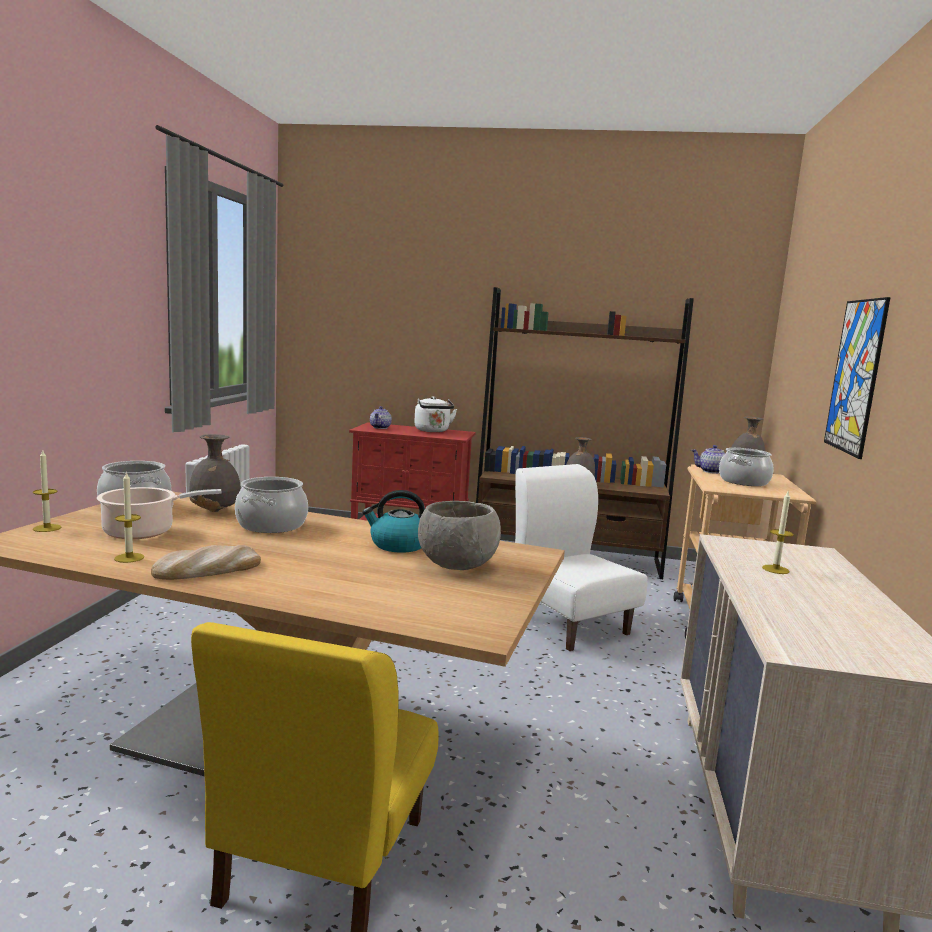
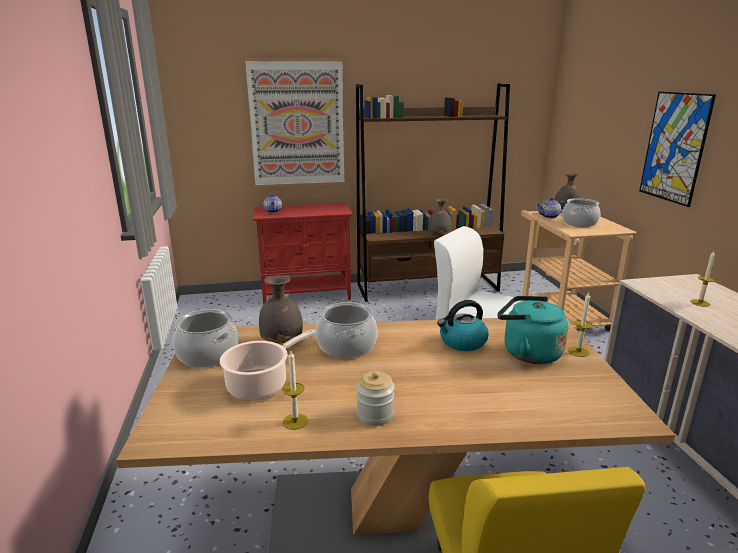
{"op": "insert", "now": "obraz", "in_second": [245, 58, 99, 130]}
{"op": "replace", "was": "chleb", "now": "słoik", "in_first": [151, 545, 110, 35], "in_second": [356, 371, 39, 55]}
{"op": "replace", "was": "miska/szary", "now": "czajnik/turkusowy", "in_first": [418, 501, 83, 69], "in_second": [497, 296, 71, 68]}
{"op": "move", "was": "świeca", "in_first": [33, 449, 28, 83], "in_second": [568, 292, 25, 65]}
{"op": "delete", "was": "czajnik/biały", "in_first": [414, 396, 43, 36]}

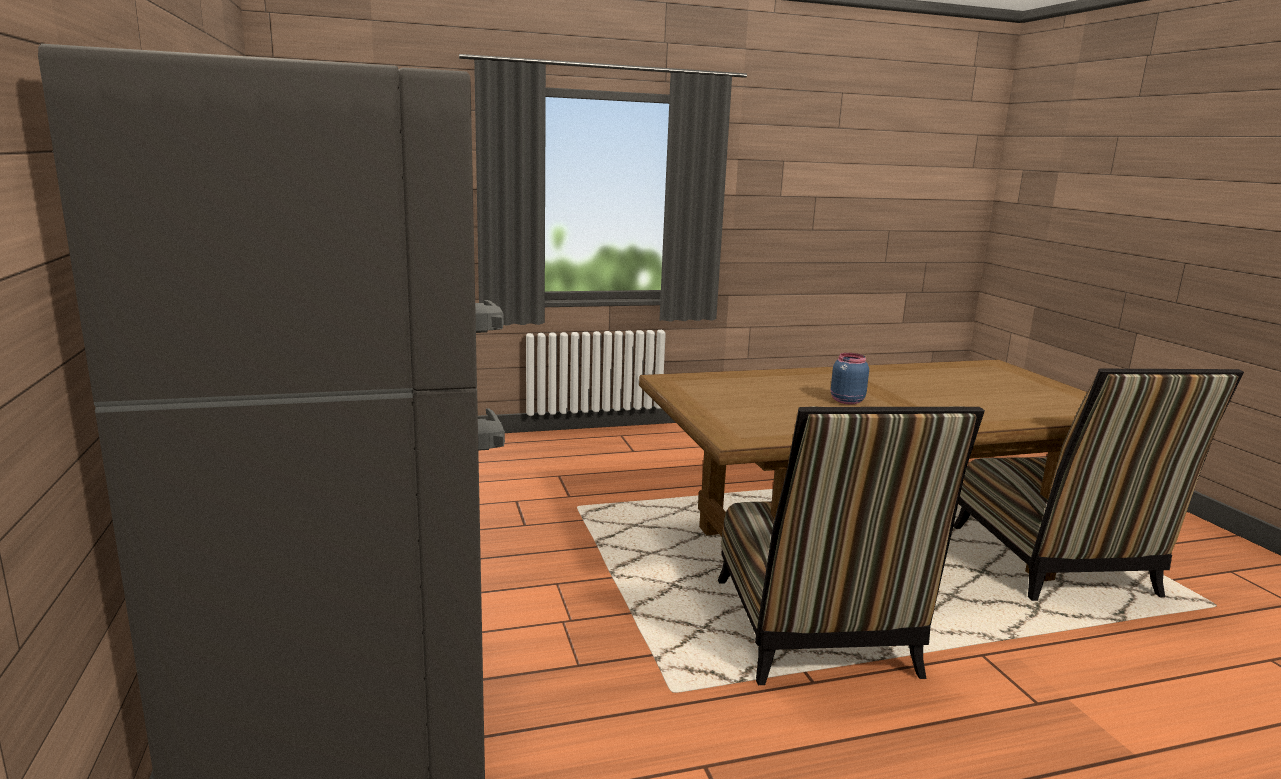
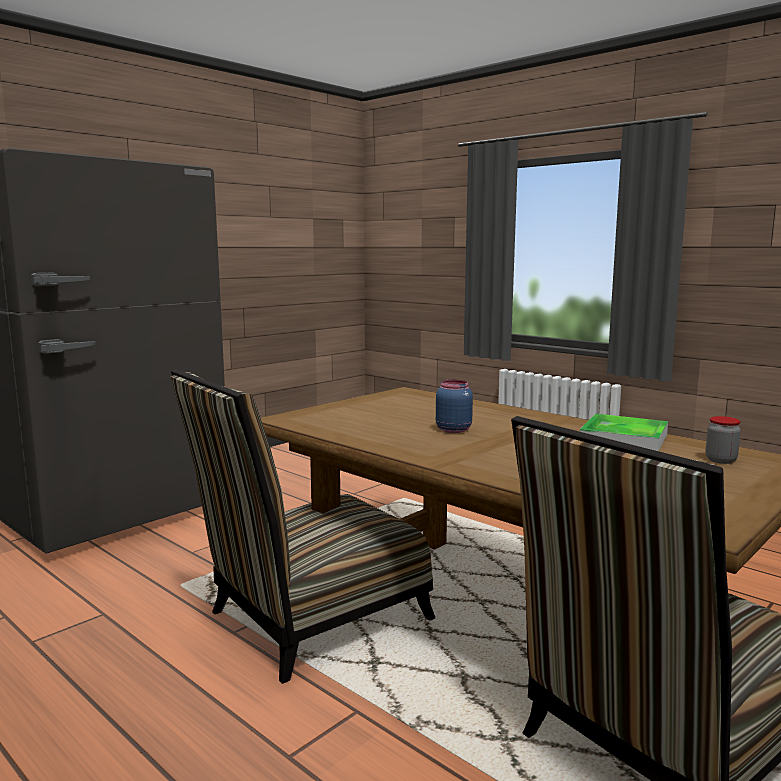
{"op": "insert", "now": "taca", "in_second": [580, 414, 88, 37]}
{"op": "insert", "now": "słoik", "in_second": [706, 416, 35, 48]}

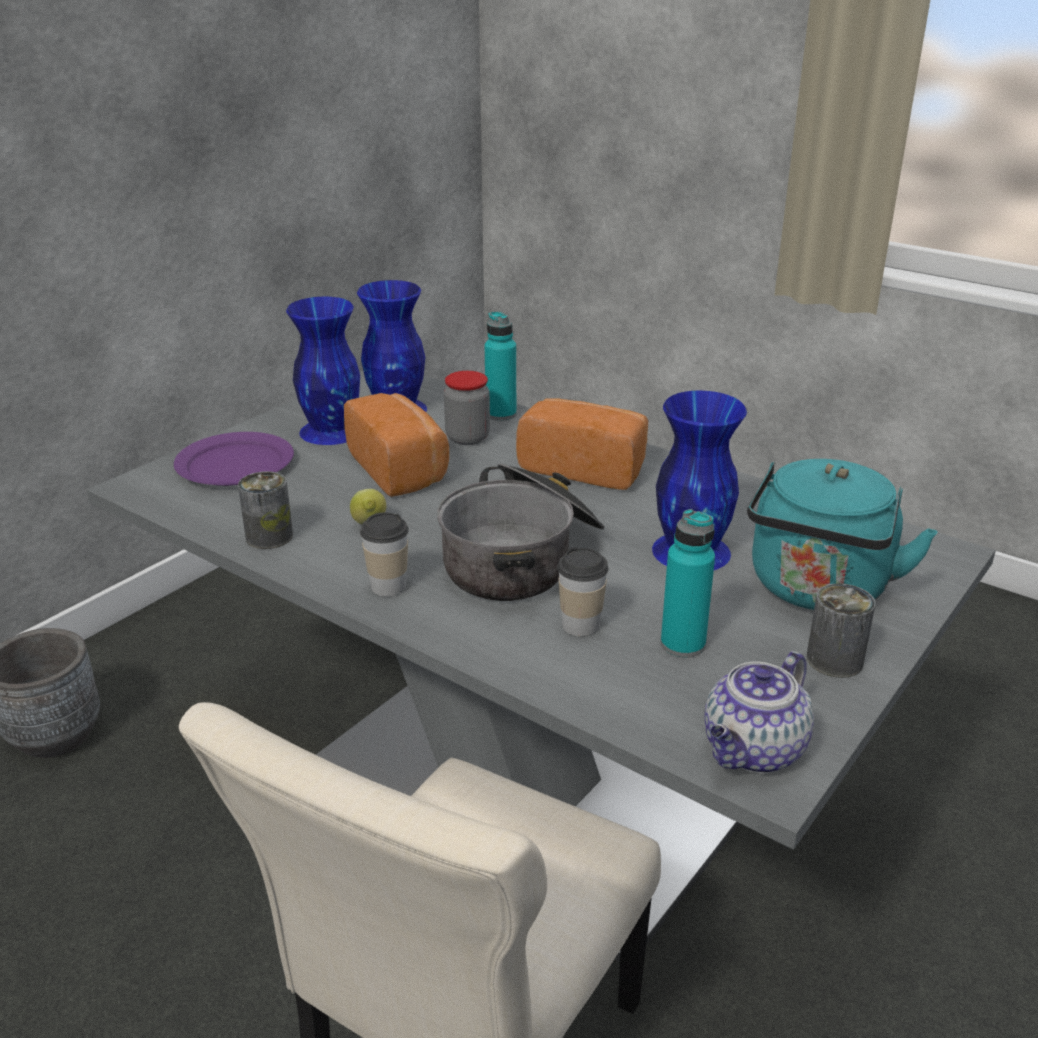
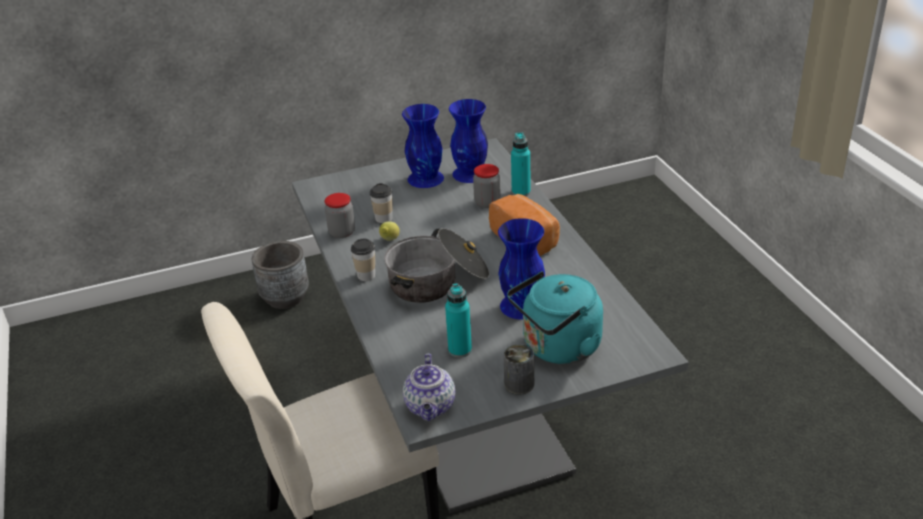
{"op": "replace", "was": "puszka", "now": "słoik", "in_first": [238, 471, 55, 78], "in_second": [325, 193, 30, 45]}
{"op": "move", "was": "filiżanka", "in_first": [557, 547, 52, 89], "in_second": [370, 183, 23, 40]}
{"op": "rotate", "was": "imbryk", "in_first": [704, 651, 110, 122], "in_second": [403, 353, 52, 68], "clockwise": -75}
{"op": "delete", "was": "talerz/fioletowy", "in_first": [174, 432, 120, 54]}
{"op": "delete", "was": "chleb", "in_first": [344, 393, 105, 104]}

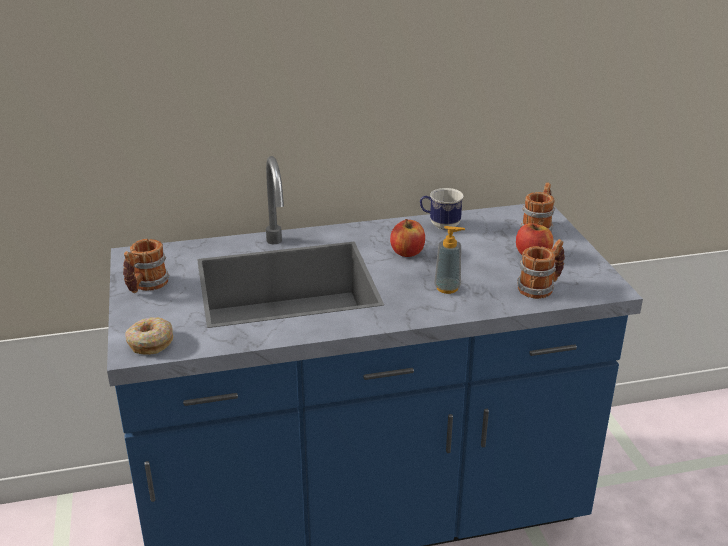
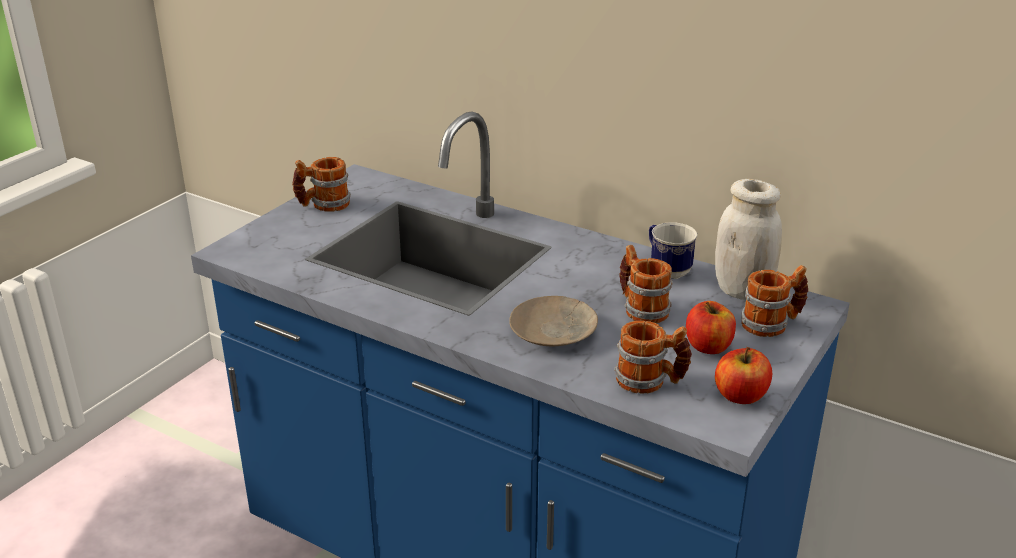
{"op": "replace", "was": "dozownik mydła", "now": "talerz/beżowy", "in_first": [434, 226, 31, 68], "in_second": [509, 296, 89, 51]}
{"op": "insert", "now": "kubek", "in_second": [619, 245, 54, 79]}
{"op": "insert", "now": "słoik/biały", "in_second": [715, 179, 67, 121]}
{"op": "move", "was": "jabłko", "in_first": [390, 219, 35, 38], "in_second": [715, 347, 57, 57]}
{"op": "delete", "was": "donut", "in_first": [125, 317, 48, 38]}

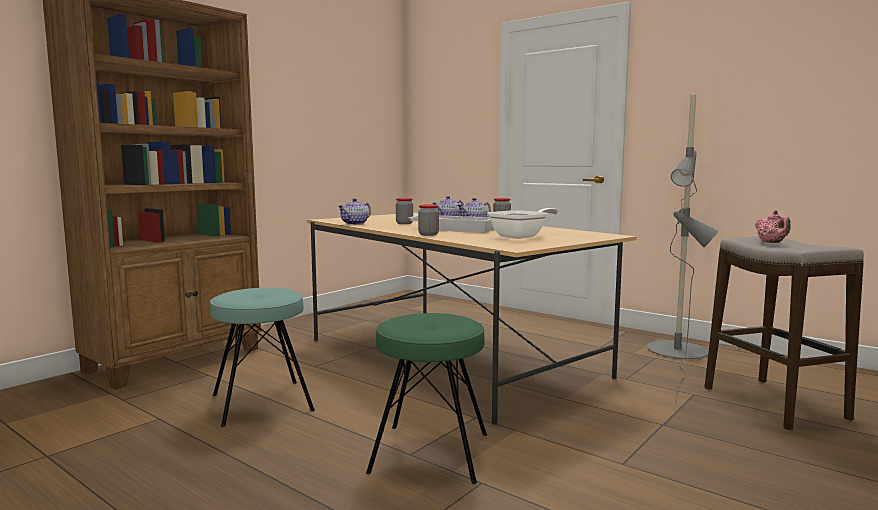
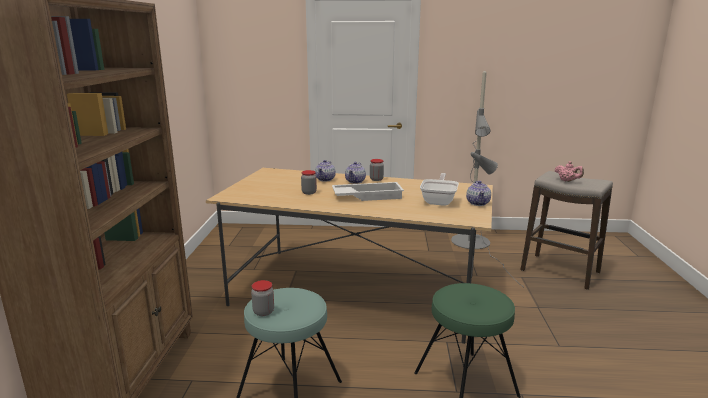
{"op": "move", "was": "słoik", "in_first": [418, 204, 21, 32], "in_second": [251, 280, 23, 36]}
{"op": "move", "was": "imbryk", "in_first": [338, 198, 33, 27], "in_second": [466, 181, 25, 25]}

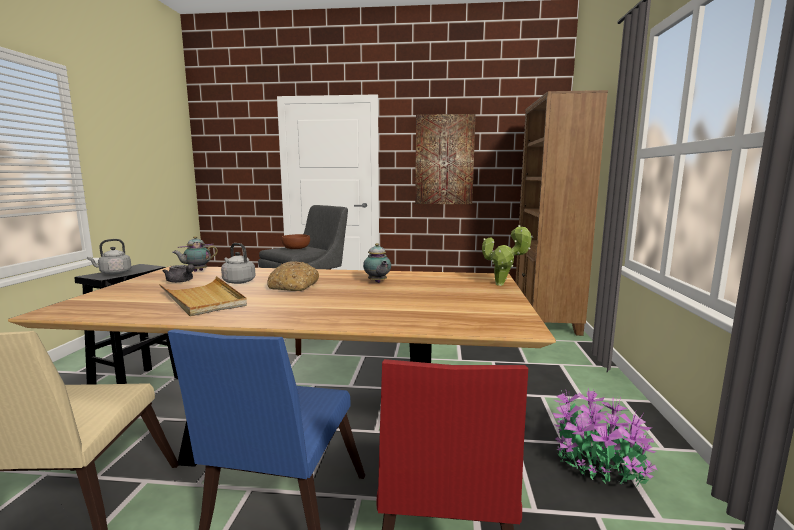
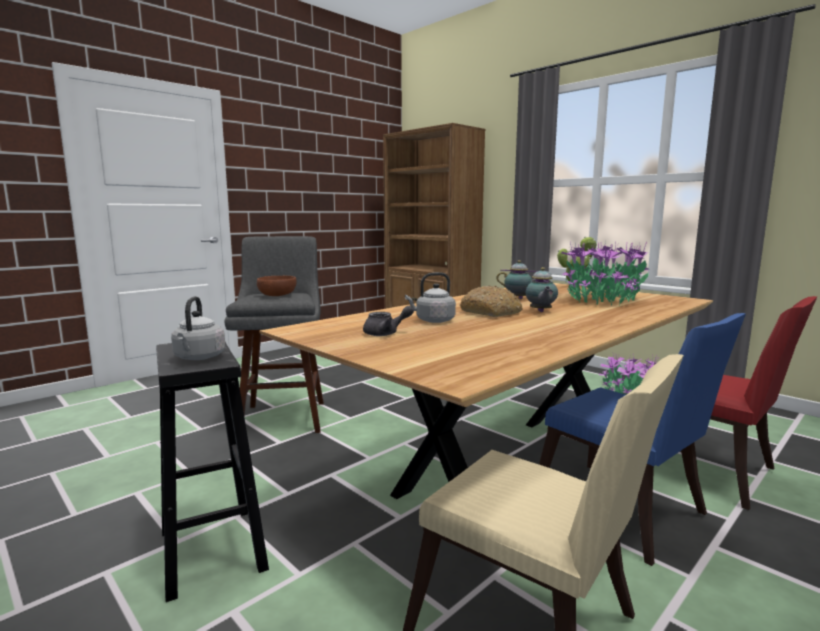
{"op": "move", "was": "imbryk", "in_first": [172, 236, 46, 36], "in_second": [526, 267, 32, 45]}
{"op": "insert", "now": "roślina doniczkowa", "in_second": [561, 241, 91, 64]}
{"op": "delete", "was": "taca/beżowy", "in_first": [159, 276, 88, 40]}
{"op": "delete", "was": "obraz", "in_first": [415, 114, 61, 90]}

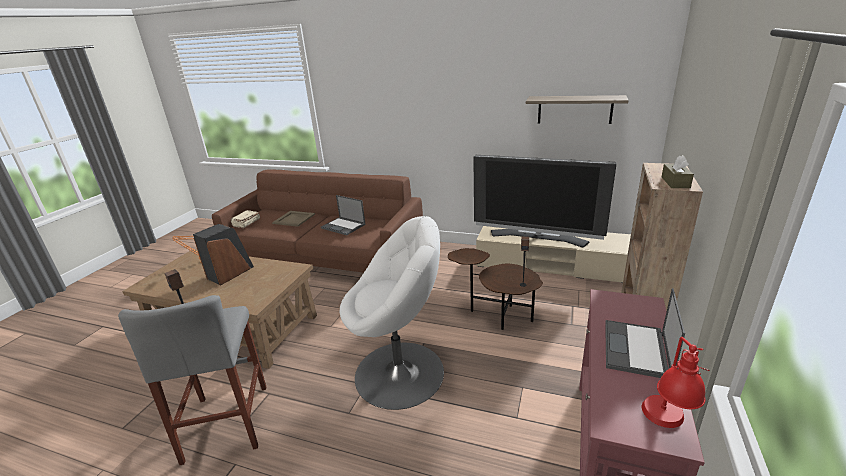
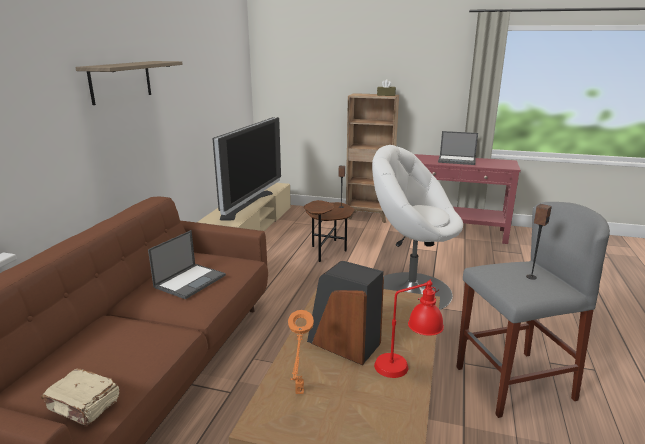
{"op": "move", "was": "półka", "in_first": [526, 95, 103, 29], "in_second": [75, 61, 108, 44]}
{"op": "rotate", "was": "fotel/biały", "in_first": [340, 216, 104, 194], "in_second": [372, 145, 91, 165], "clockwise": -60}
{"op": "move", "was": "lampa stołowa/czerwony", "in_first": [642, 337, 68, 91], "in_second": [374, 279, 70, 99]}
{"op": "delete", "was": "taca/beżowy", "in_first": [272, 211, 43, 16]}

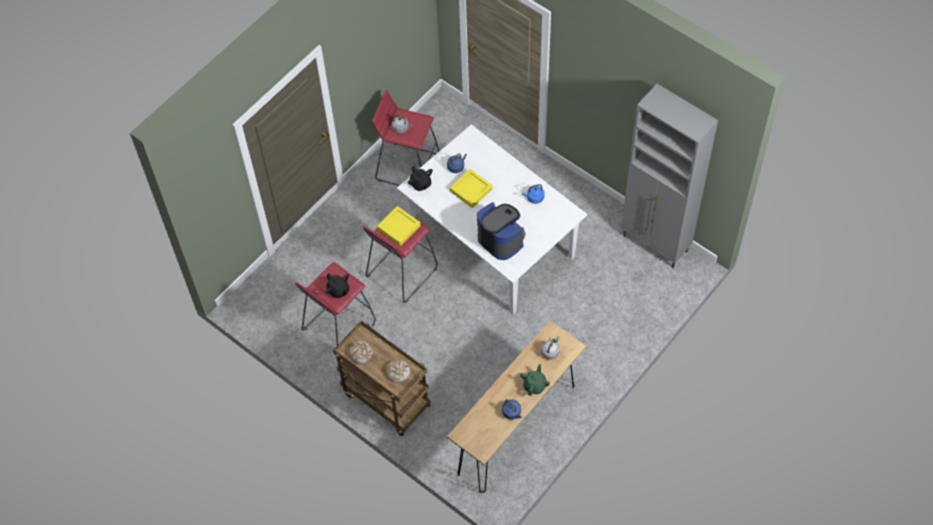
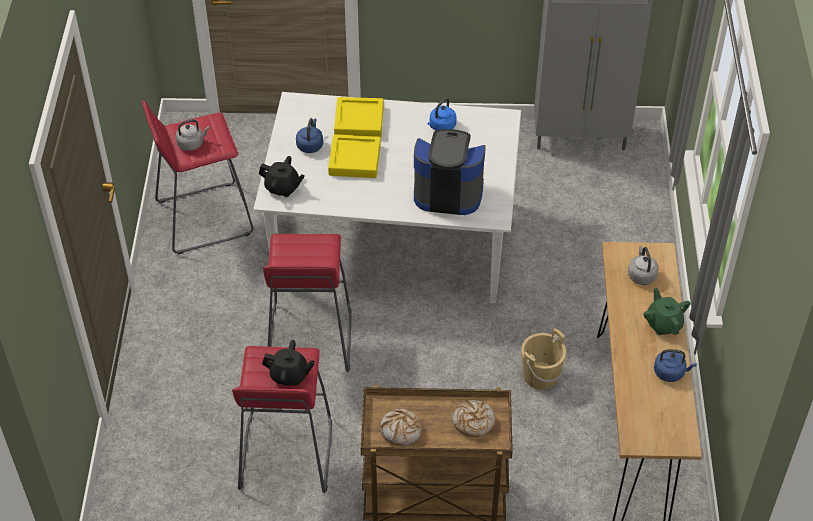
{"op": "move", "was": "taca/żółty", "in_first": [377, 206, 43, 40], "in_second": [334, 97, 50, 41]}
{"op": "insert", "now": "wiadro/beżowy", "in_second": [521, 328, 45, 62]}

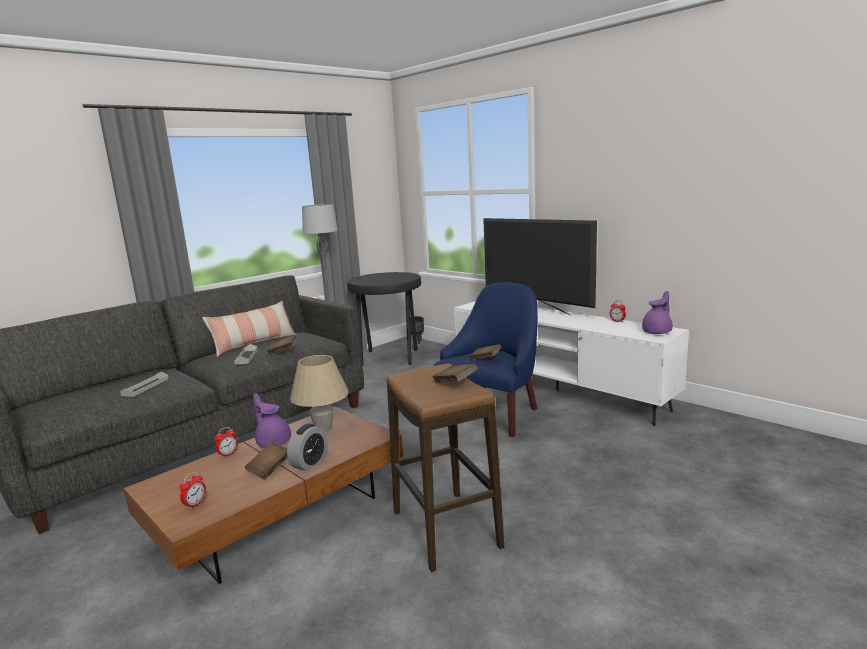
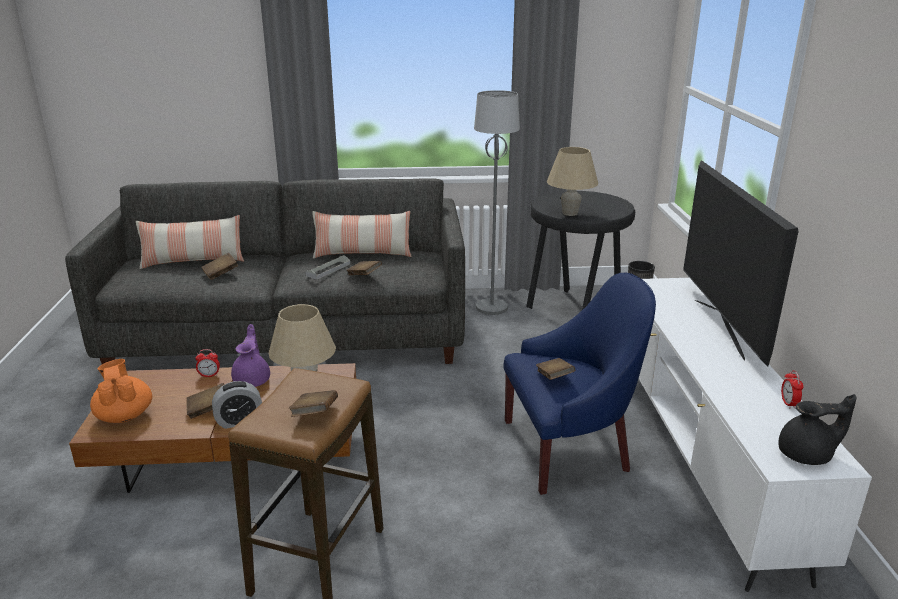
{"op": "replace", "was": "budzik", "now": "imbryk/pomarańczowy", "in_first": [179, 472, 27, 38], "in_second": [90, 359, 62, 64]}
{"op": "insert", "now": "poduszka", "in_second": [136, 215, 108, 54]}
{"op": "replace", "was": "taca/szary", "now": "książka/brązowy", "in_first": [120, 371, 49, 26], "in_second": [202, 253, 36, 27]}
{"op": "insert", "now": "lampa stołowa/beżowy", "in_second": [547, 147, 51, 69]}
{"op": "recolor", "was": "imbryk/fioletowy", "now": "imbryk/czarny", "in_first": [642, 291, 31, 43], "in_second": [778, 394, 79, 71]}

